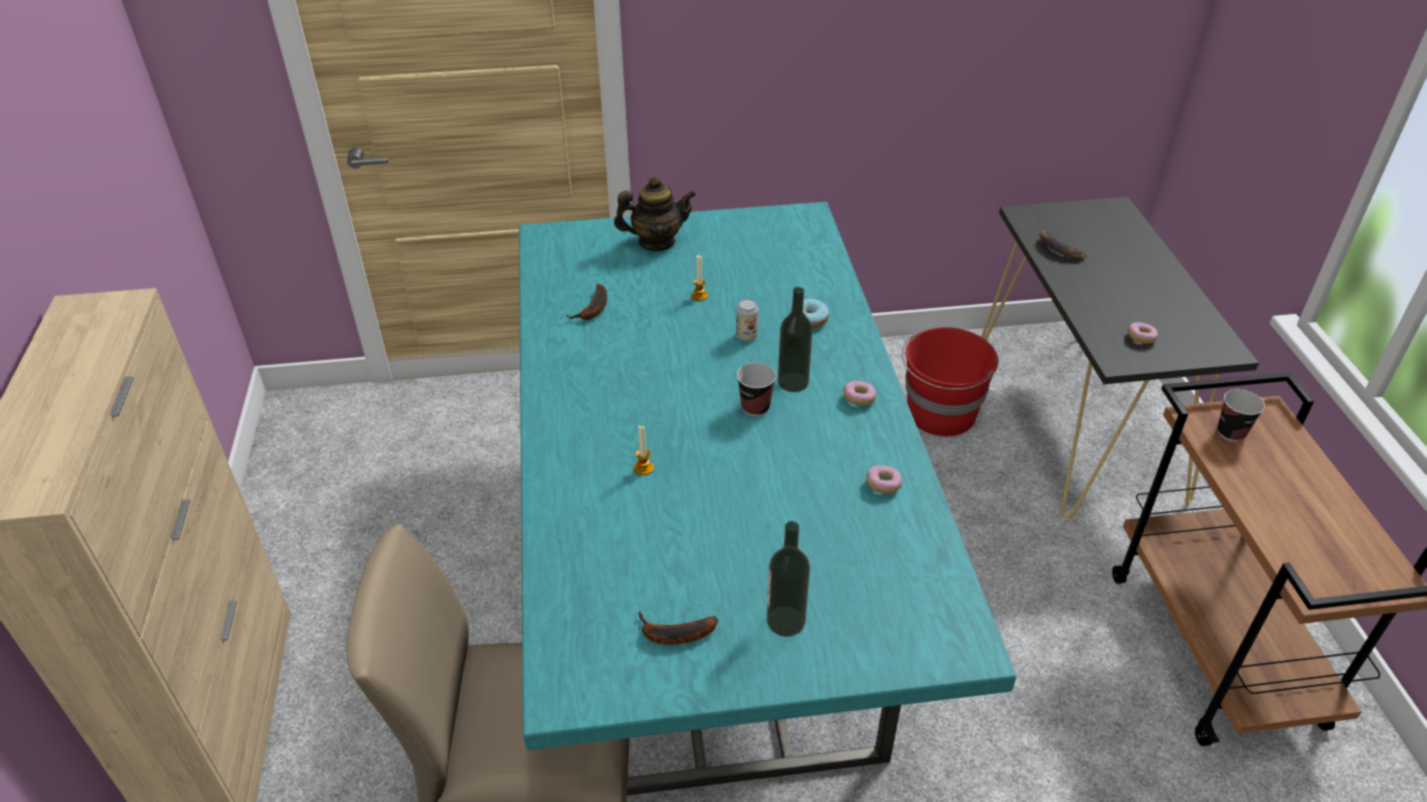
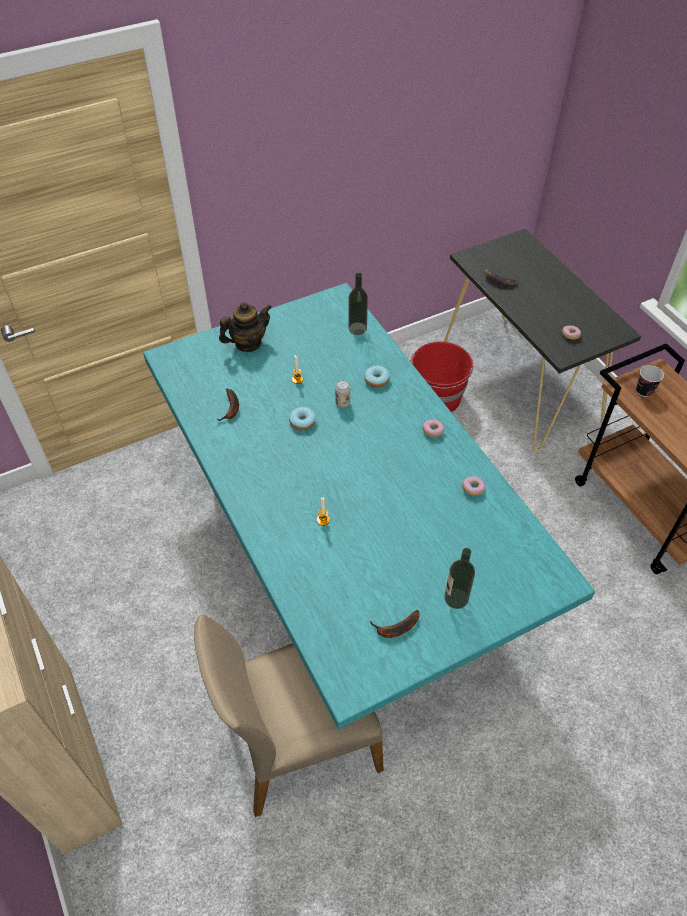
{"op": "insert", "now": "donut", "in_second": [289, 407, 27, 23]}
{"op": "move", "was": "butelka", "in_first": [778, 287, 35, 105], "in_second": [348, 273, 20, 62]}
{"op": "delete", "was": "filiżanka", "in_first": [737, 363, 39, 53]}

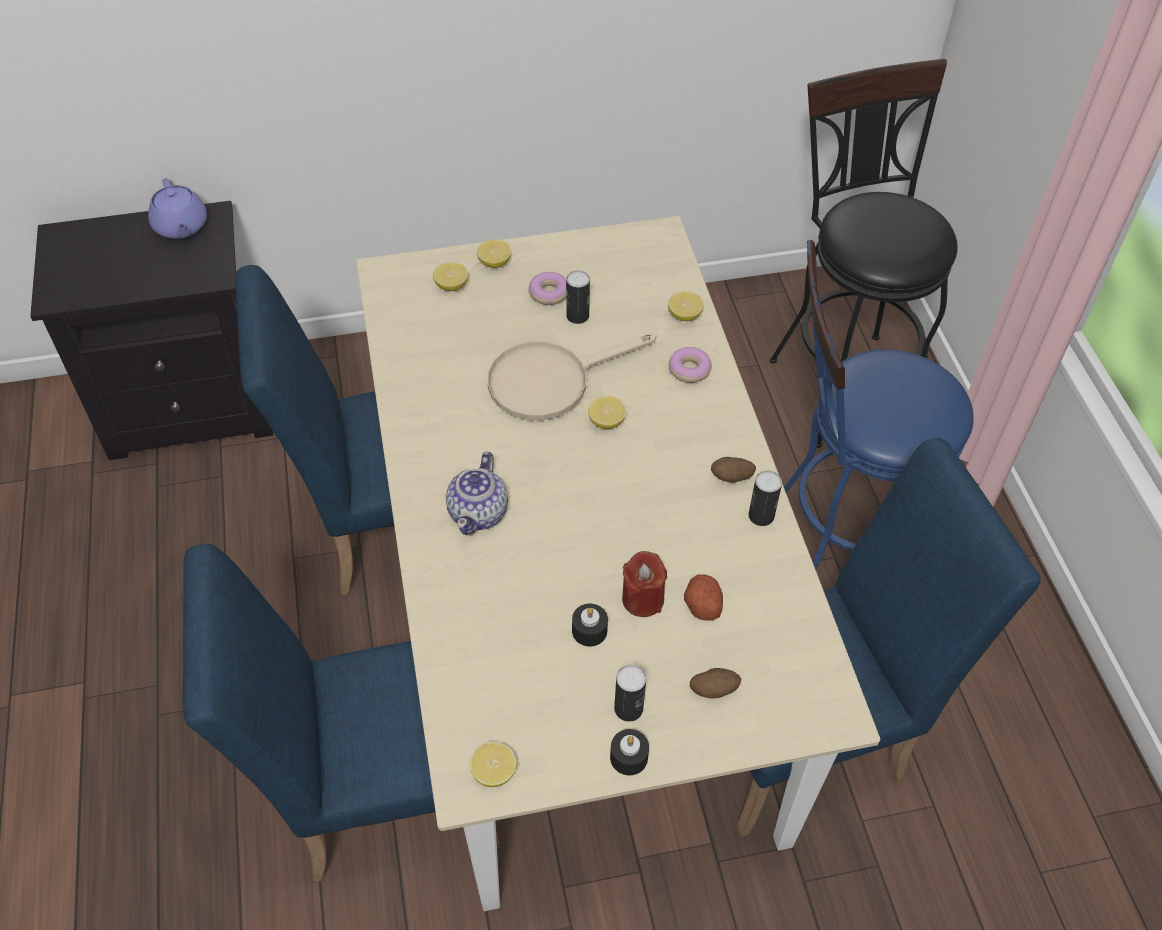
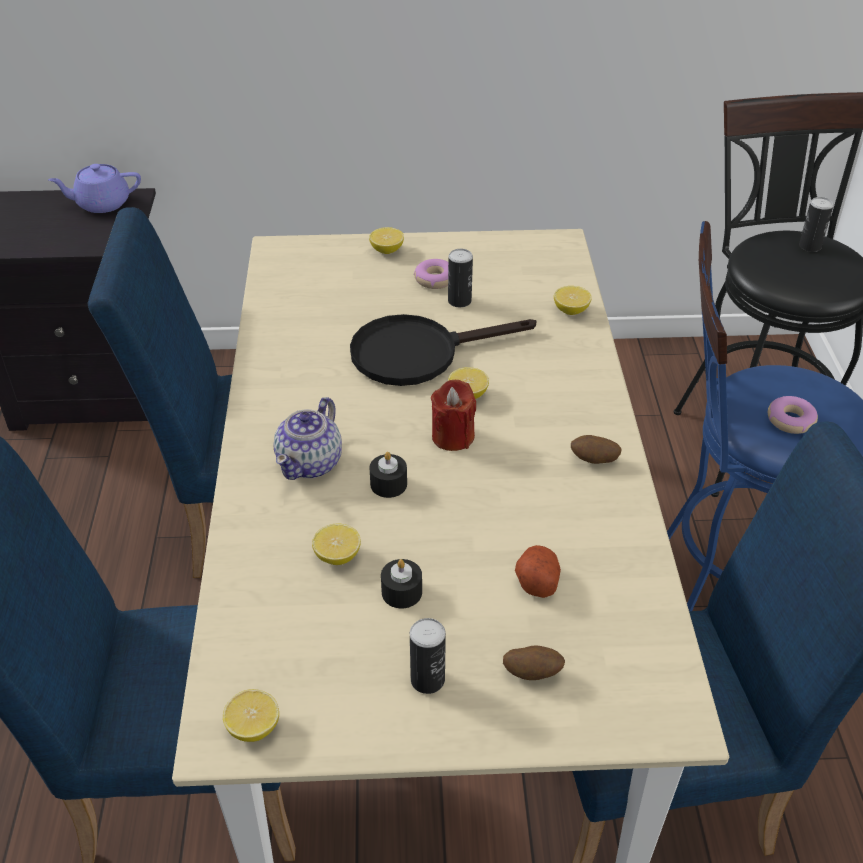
{"op": "rotate", "was": "imbryk/fioletowy", "in_first": [148, 178, 59, 61], "in_second": [48, 164, 93, 49], "clockwise": 90}
{"op": "move", "was": "cytryna", "in_first": [433, 262, 35, 29], "in_second": [312, 524, 49, 41]}
{"op": "recolor", "was": "patelnia/beżowy", "now": "patelnia/czarny", "in_first": [488, 333, 168, 87], "in_second": [350, 314, 186, 72]}
{"op": "move", "was": "świeca/czarny", "in_first": [610, 729, 39, 46], "in_second": [369, 452, 38, 46]}
{"op": "move", "was": "świeca/czerwony", "in_first": [622, 551, 45, 66], "in_second": [431, 380, 45, 71]}
{"op": "move", "was": "donut", "in_first": [669, 347, 43, 36], "in_second": [768, 396, 50, 38]}
{"op": "move", "was": "puszka", "in_first": [749, 470, 33, 56], "in_second": [799, 197, 35, 55]}

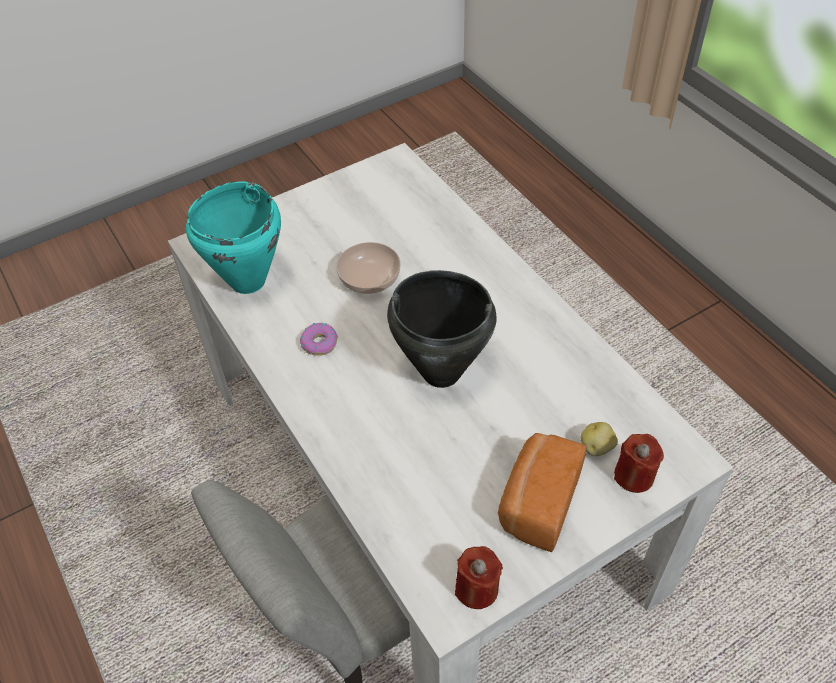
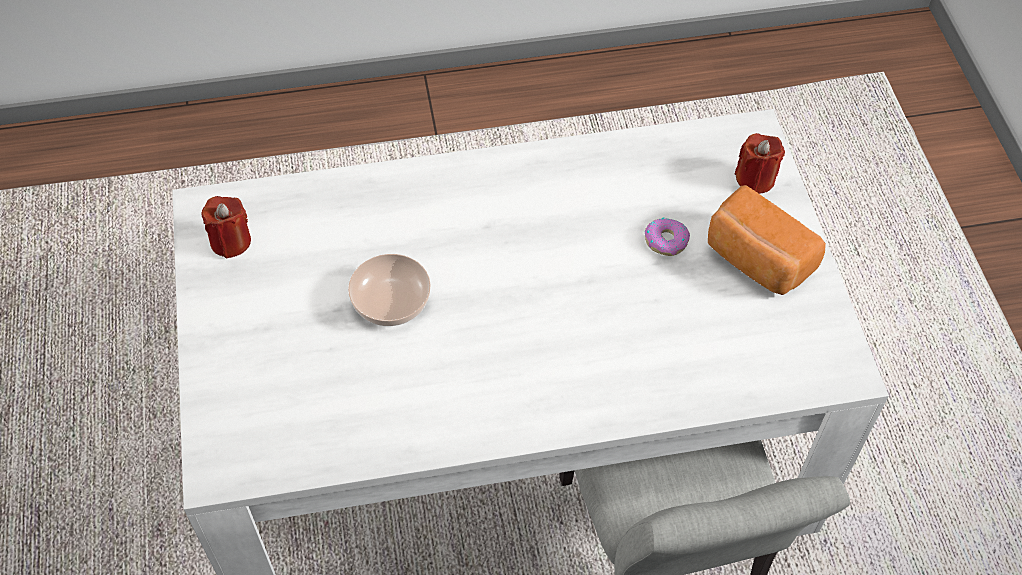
{"op": "move", "was": "świeca/czerwony", "in_first": [455, 546, 48, 63], "in_second": [201, 196, 50, 63]}
{"op": "move", "was": "donut", "in_first": [300, 323, 38, 33], "in_second": [645, 217, 45, 39]}
{"op": "delete", "was": "garnek/turkusowy", "in_first": [186, 181, 95, 113]}
{"op": "delete", "was": "garnek/czarny", "in_first": [387, 270, 110, 118]}
{"op": "delete", "was": "ziemniak", "in_first": [580, 422, 38, 34]}

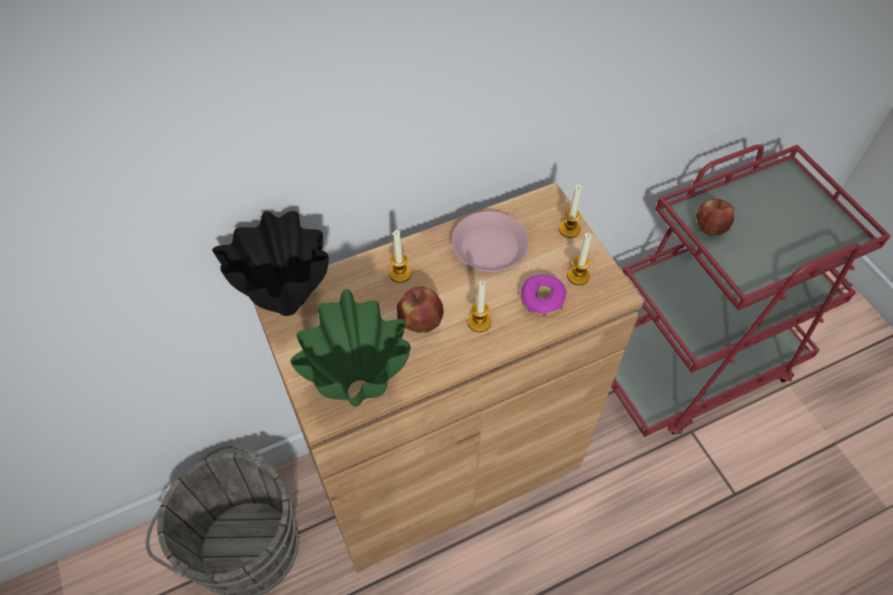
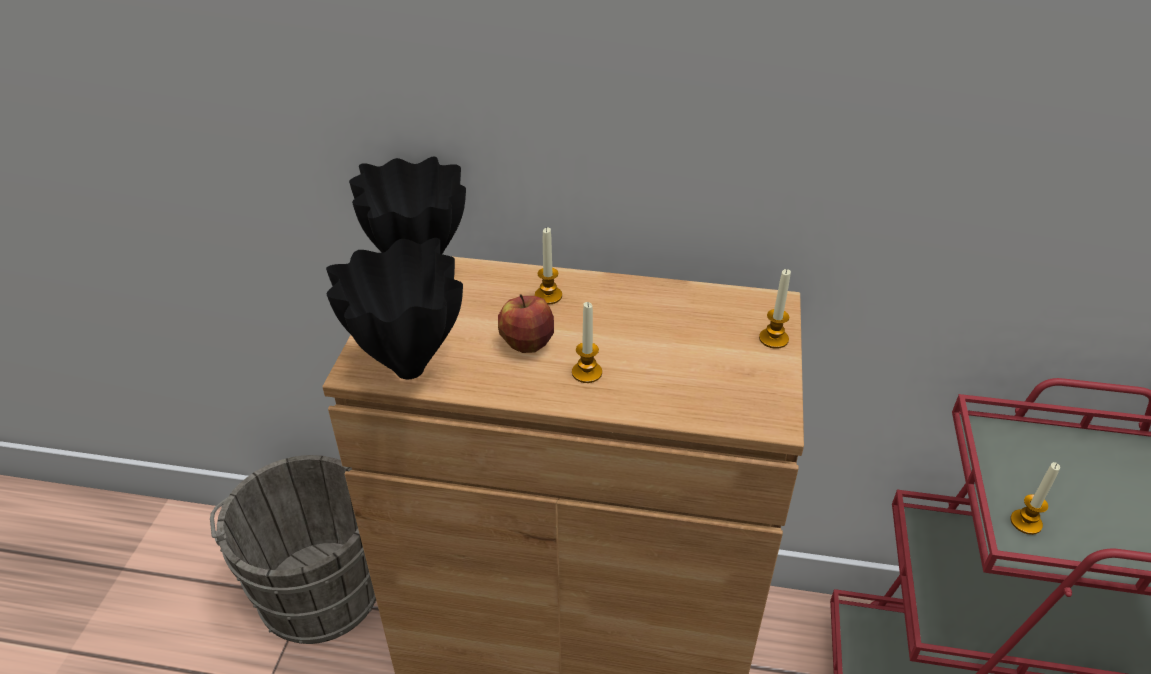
{"op": "recolor", "was": "wazon/zielony", "now": "wazon/czarny", "in_first": [290, 289, 120, 118], "in_second": [326, 238, 137, 141]}
{"op": "move", "was": "świeca", "in_first": [567, 233, 25, 52], "in_second": [1010, 462, 50, 73]}
{"op": "delete", "was": "talerz/różowy", "in_first": [452, 211, 77, 61]}
{"op": "delete", "was": "donut", "in_first": [521, 275, 45, 42]}
{"op": "delete", "was": "jabłko", "in_first": [696, 198, 38, 38]}

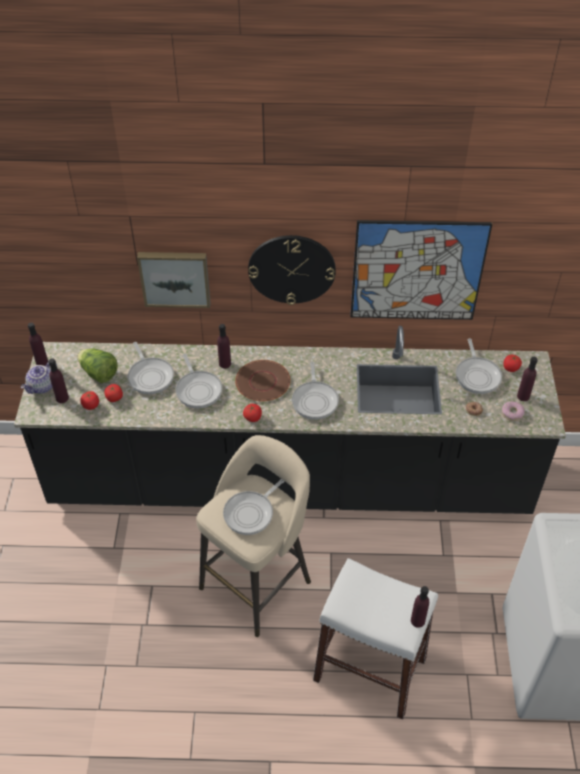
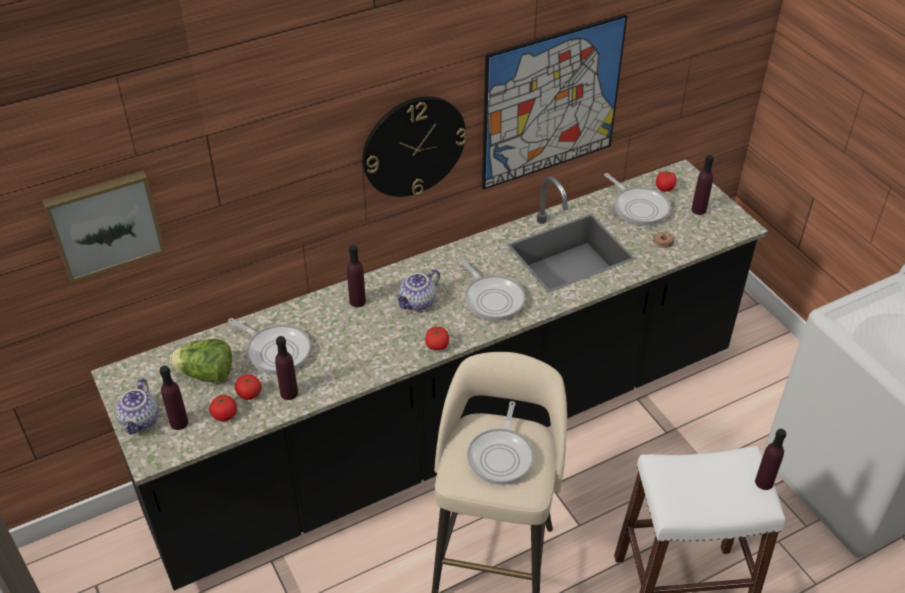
{"op": "move", "was": "obraz", "in_first": [137, 252, 74, 56], "in_second": [42, 171, 123, 112]}
{"op": "move", "was": "butelka/fioletowy", "in_first": [28, 323, 20, 43], "in_second": [275, 336, 23, 64]}
{"op": "replace", "was": "talerz/brązowy", "now": "imbryk", "in_first": [235, 360, 55, 41], "in_second": [394, 269, 46, 42]}
{"op": "delete", "was": "patelnia", "in_first": [176, 354, 46, 55]}
{"op": "delete", "was": "donut", "in_first": [502, 401, 23, 20]}

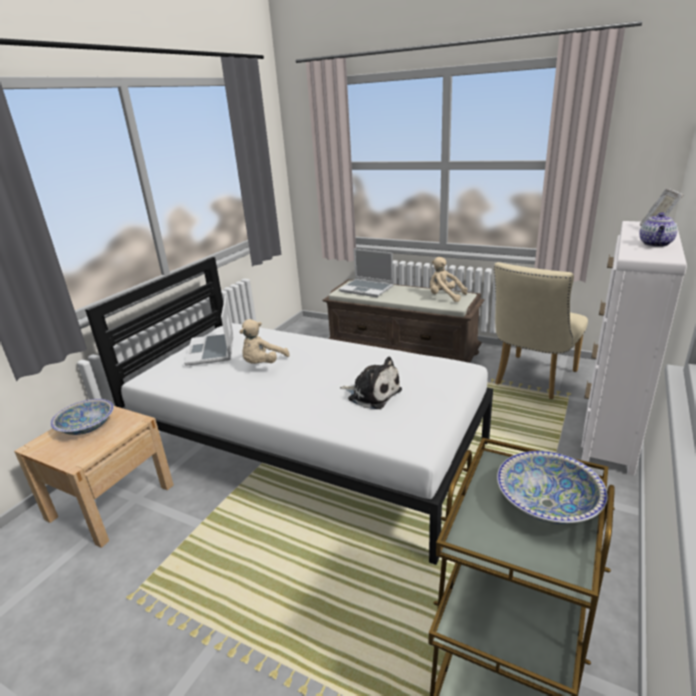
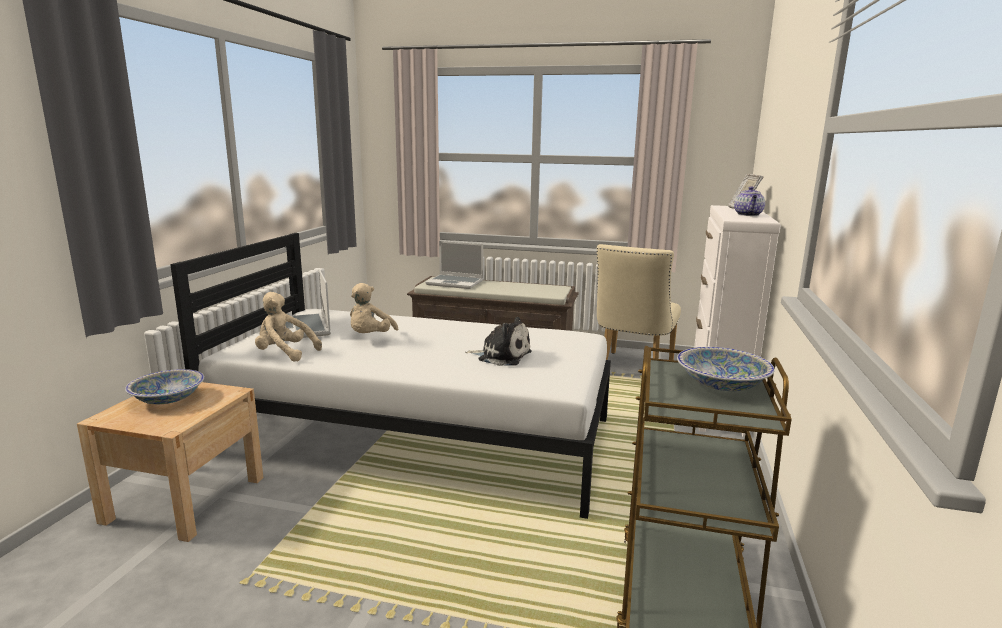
{"op": "move", "was": "pluszak/beżowy", "in_first": [430, 257, 38, 45], "in_second": [255, 292, 67, 69]}

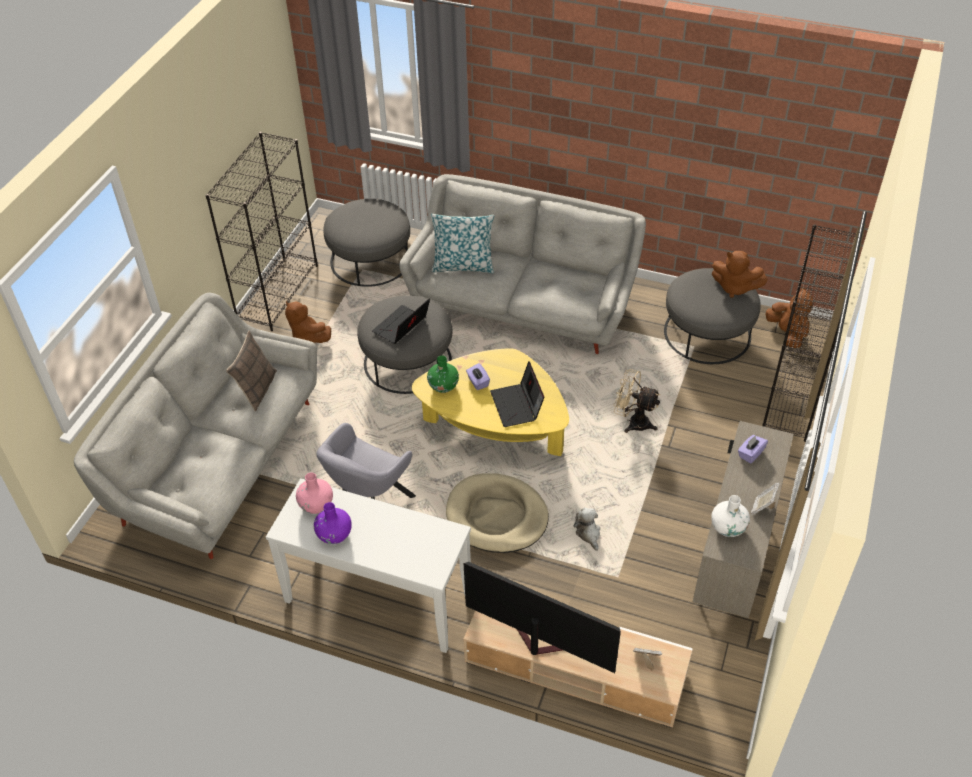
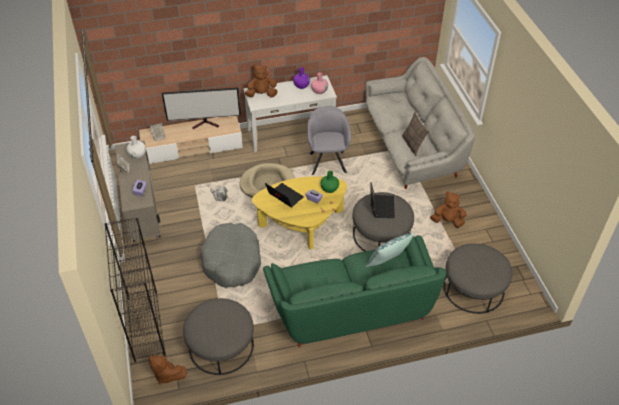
{"op": "replace", "was": "wentylator/beżowy", "now": "legowisko/szary", "in_first": [614, 369, 46, 64], "in_second": [200, 223, 61, 65]}
{"op": "move", "was": "pluszak/brązowy", "in_first": [712, 251, 56, 47], "in_second": [245, 65, 33, 32]}
{"op": "recolor", "was": "kanapa/szary", "now": "kanapa/zielony", "in_first": [399, 174, 247, 180], "in_second": [263, 235, 183, 112]}
{"op": "delete", "was": "regał/czarny", "in_first": [206, 132, 112, 199]}

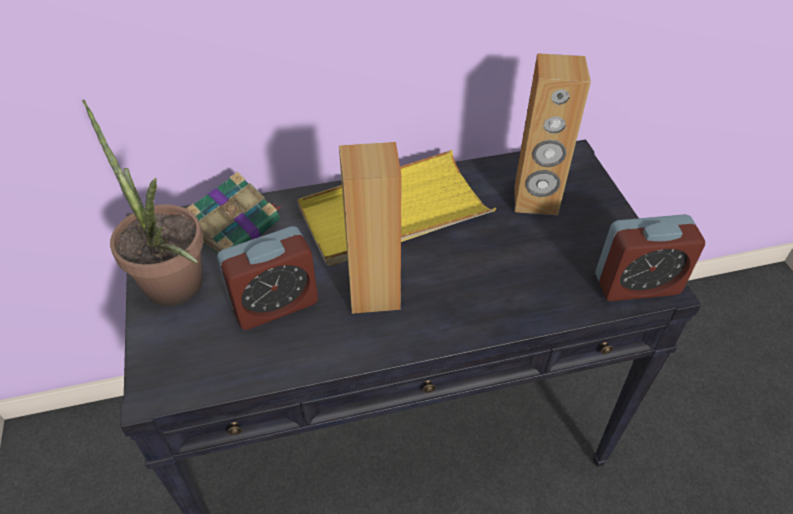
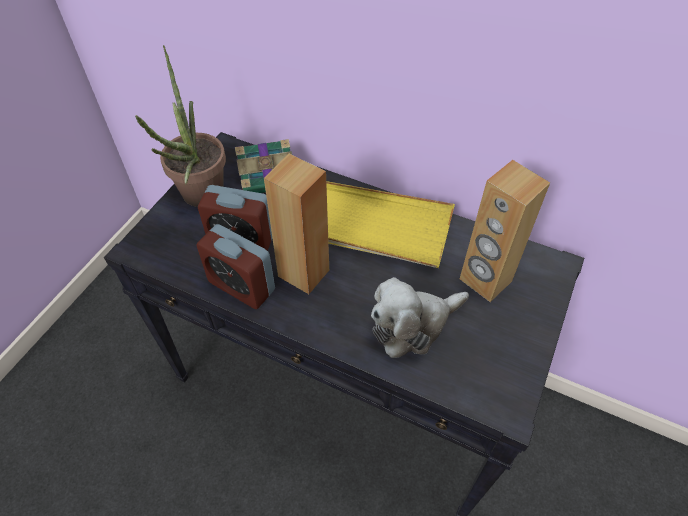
{"op": "move", "was": "budzik", "in_first": [595, 214, 110, 87], "in_second": [196, 224, 79, 85]}
{"op": "insert", "now": "pluszak", "in_second": [371, 277, 98, 81]}

